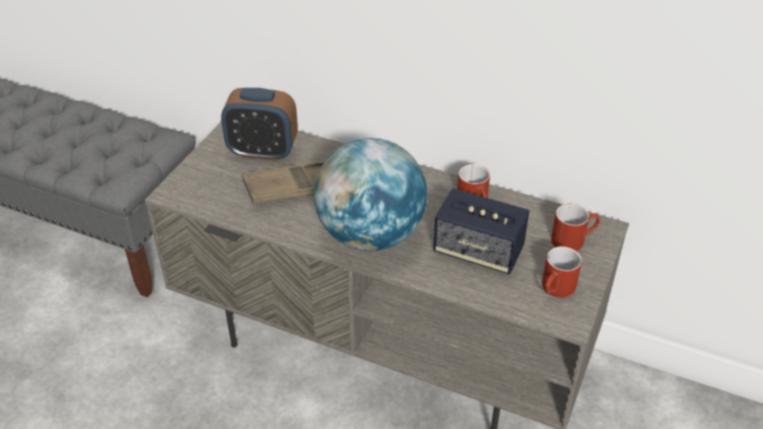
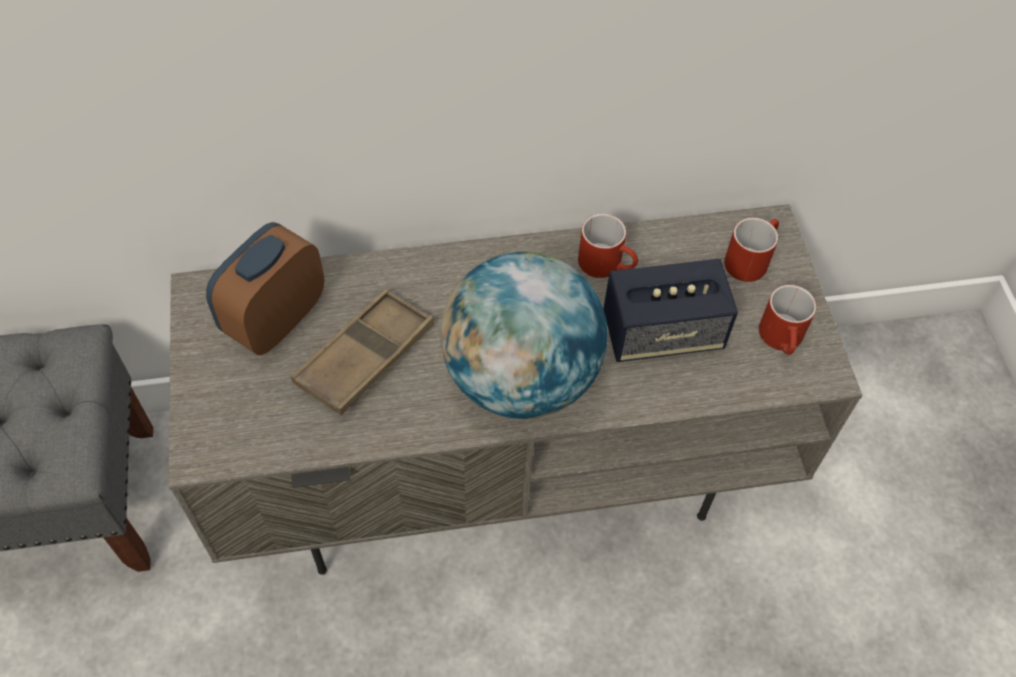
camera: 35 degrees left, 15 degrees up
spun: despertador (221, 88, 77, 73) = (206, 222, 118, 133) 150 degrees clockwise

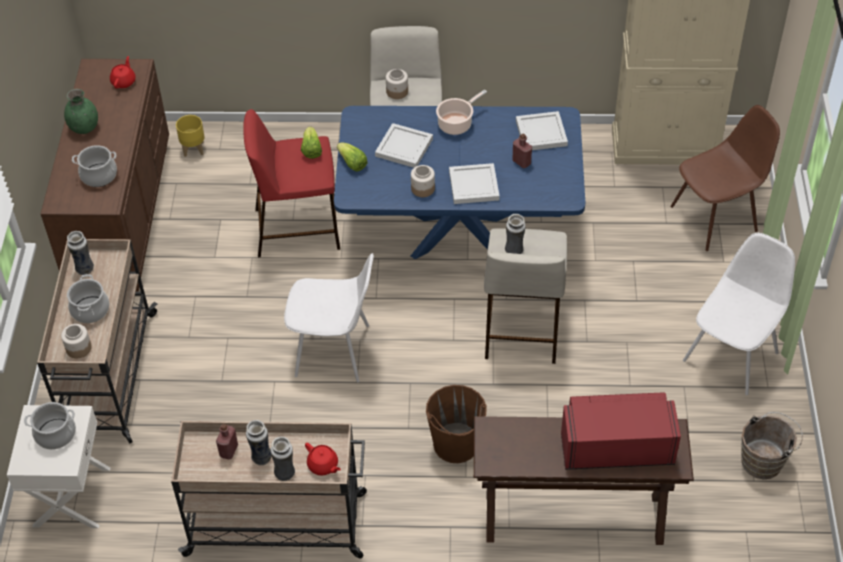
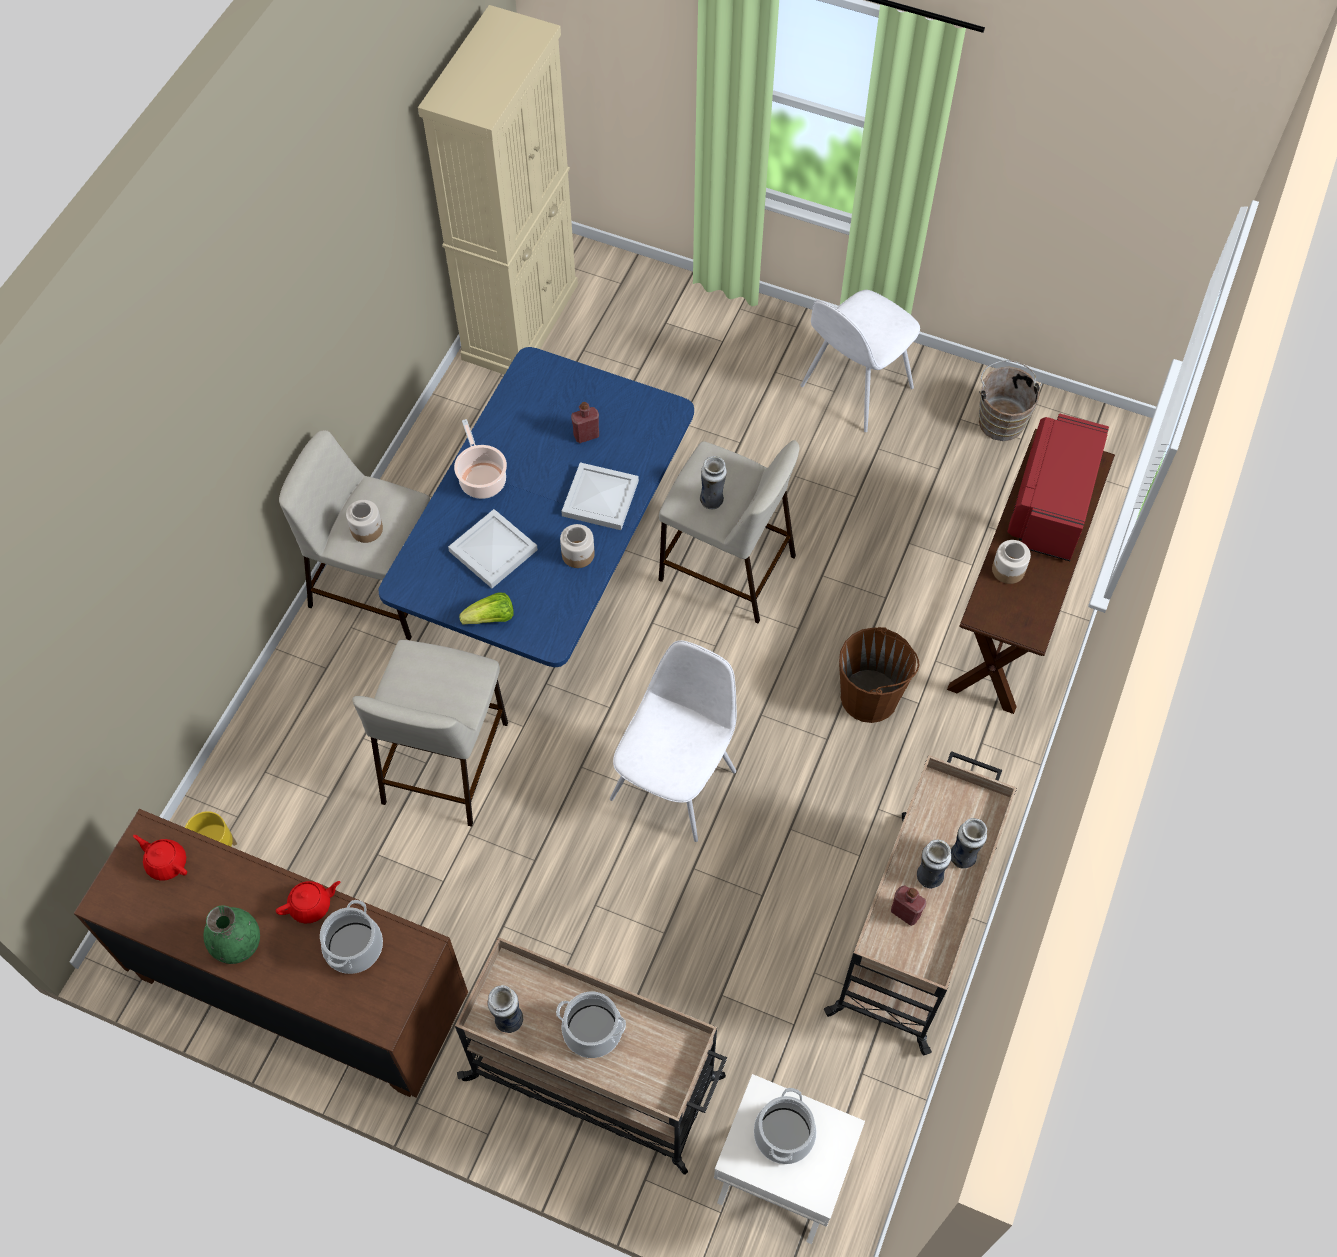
camera: 70 degrees left, 10 degrees up
missing: lechuga (301, 127, 21, 32); bandeja (blanco) (516, 111, 52, 39); silla (marrón) (671, 105, 109, 146)
relocated: tarro (61, 324, 31, 35) to (992, 540, 39, 44); tetera (rojo) (305, 443, 36, 33) to (276, 881, 64, 42)
colour: taburete (rojo) (243, 109, 97, 148) to taburete (beis) (353, 640, 155, 187)
spun: silla (blanco) (683, 233, 112, 162) = (800, 290, 120, 142) 105 degrees counterclockwise

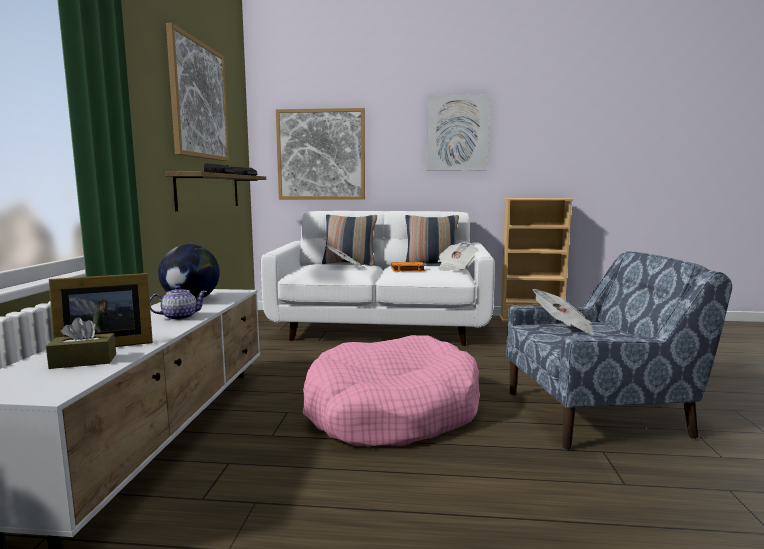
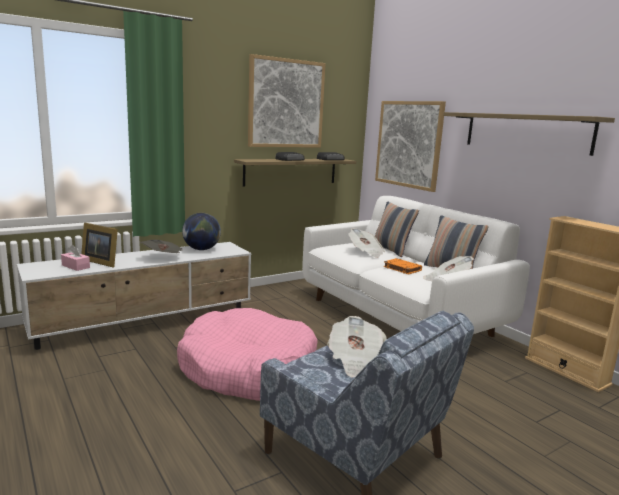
camera: 50 degrees right, 5 degrees up
exchanged: tetera (150, 286, 58, 34) to periódico (140, 240, 43, 13); cuadro (427, 94, 63, 76) to estante (443, 112, 172, 44)
colour: caja de pañuelos (marrón) (46, 317, 70, 52) to caja de pañuelos (rosa) (61, 245, 29, 26)

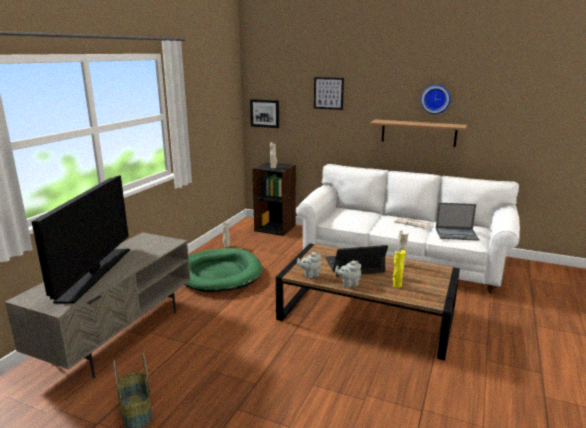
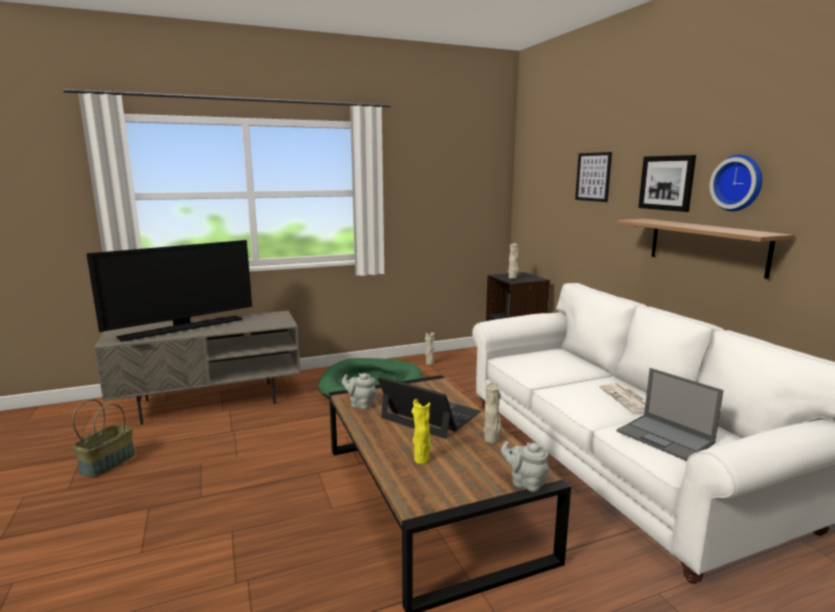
camera: 45 degrees right, 5 degrees down
relocated: cuadro (250, 99, 29, 29) to (638, 155, 58, 57); tetera (gris) (335, 261, 26, 26) to (501, 441, 48, 51)

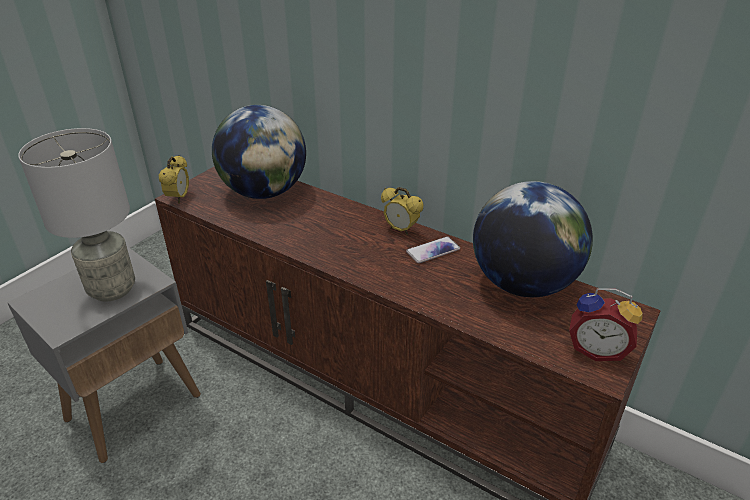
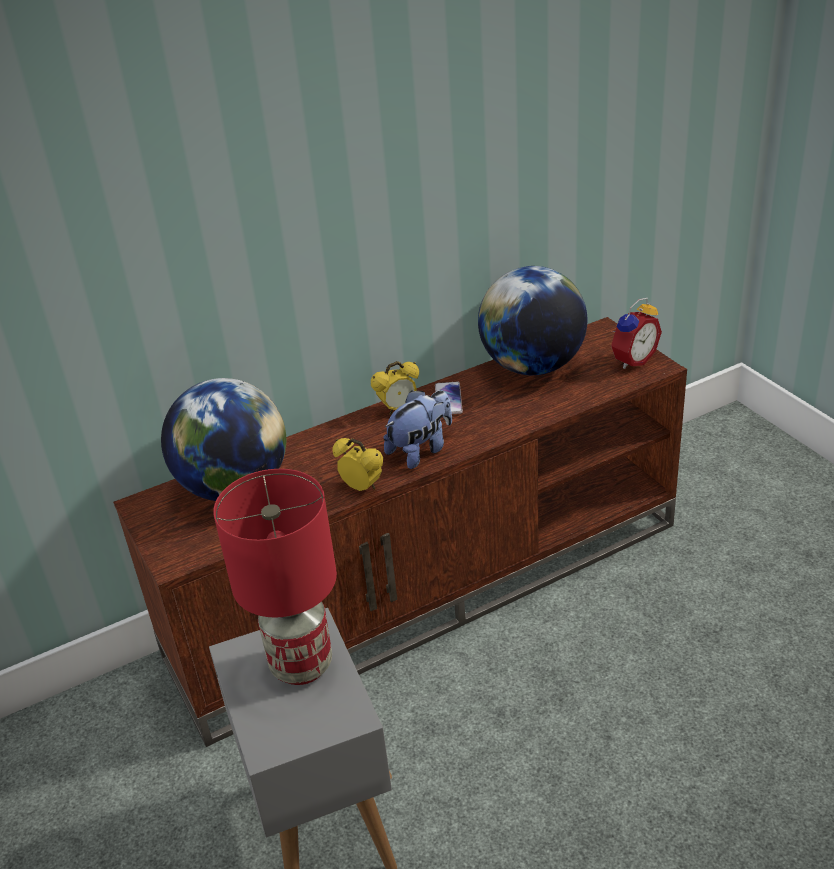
camera: 60 degrees left, 0 degrees up
appeared: peluche (383, 390, 69, 79)
relocated: despertador (158, 155, 31, 48) to (332, 438, 51, 53)
colour: lámpara de mesa (gris) (18, 128, 117, 174) to lámpara de mesa (rojo) (213, 469, 124, 216)

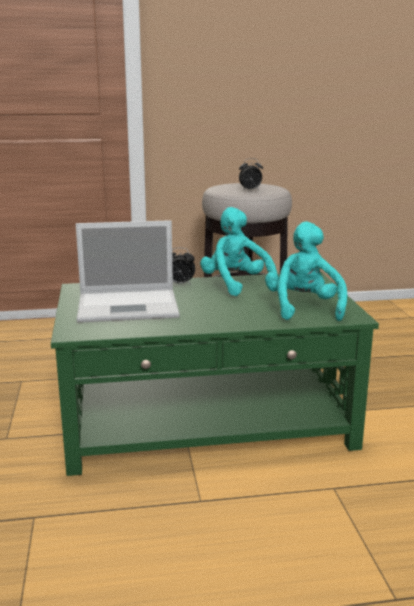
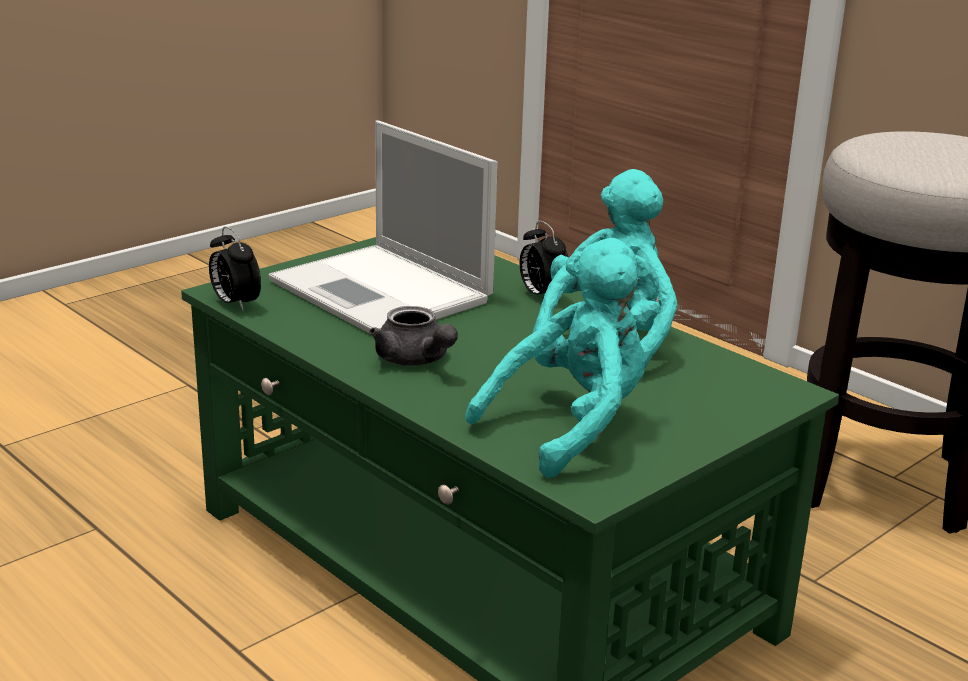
camera: 55 degrees right, 5 degrees up
appeared: tetera (gris) (369, 306, 89, 60)
relocated: despertador (239, 158, 24, 32) to (209, 226, 52, 86)

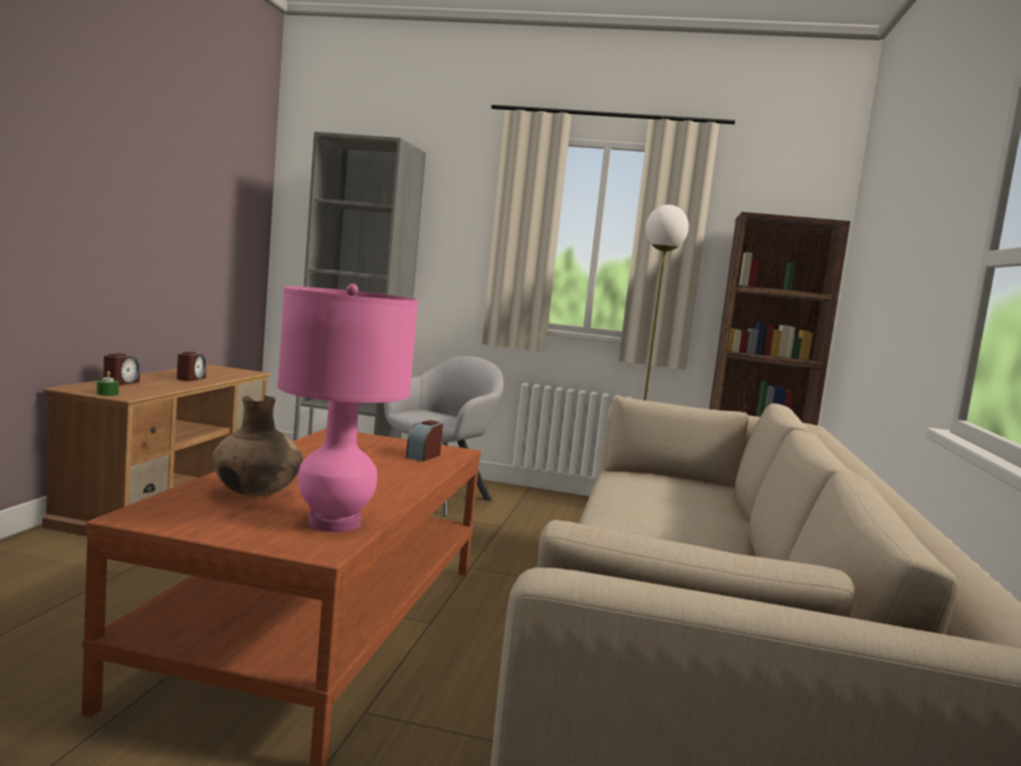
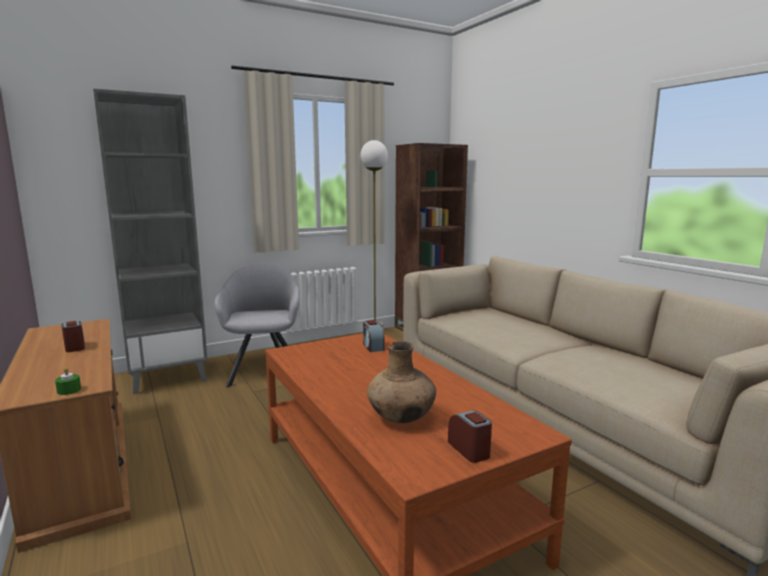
camera: 40 degrees left, 5 degrees up
missing: lámpara de mesa (rosa) (277, 284, 141, 248)
relocated: despertador (103, 353, 37, 32) to (448, 410, 44, 53)

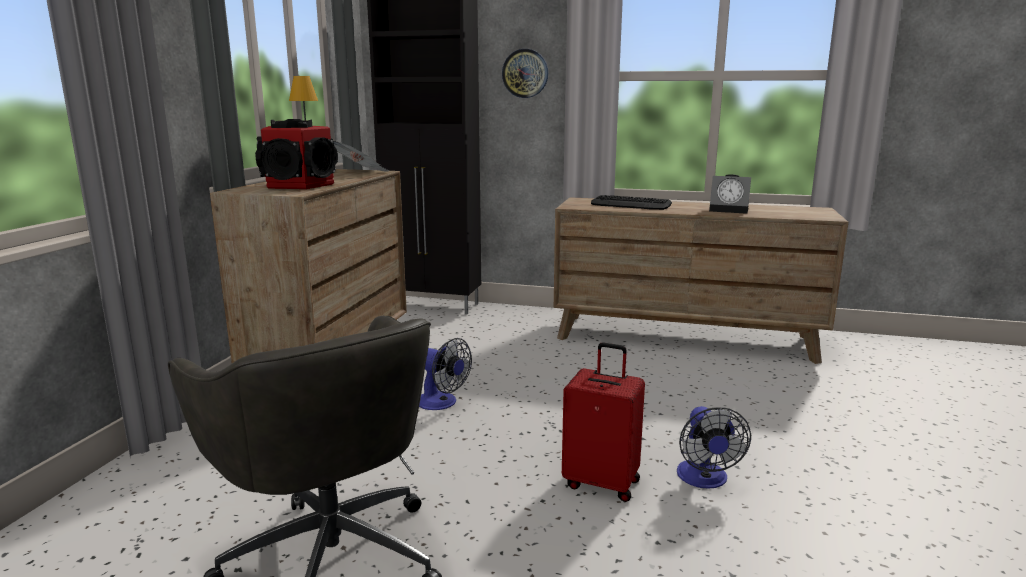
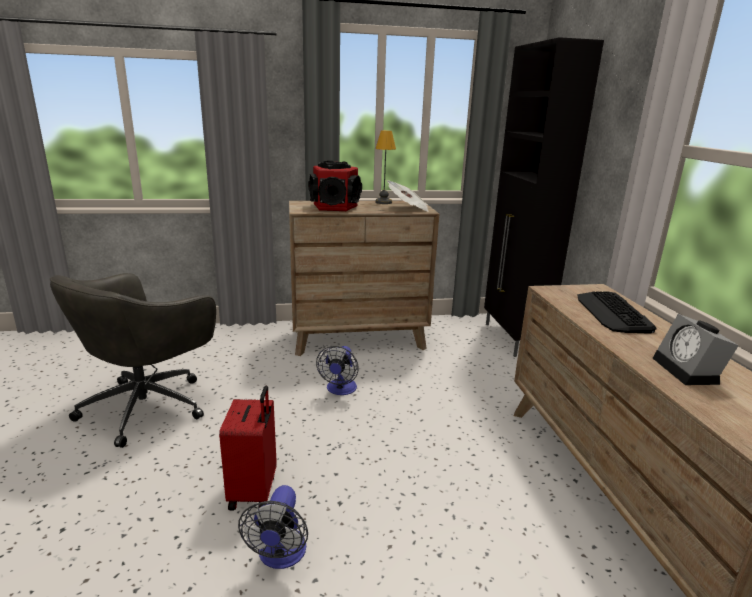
camera: 65 degrees right, 5 degrees up
missing: reloj de pared (502, 49, 46, 49)
spun: ventilador (677, 406, 74, 83) = (238, 485, 70, 84) 60 degrees counterclockwise

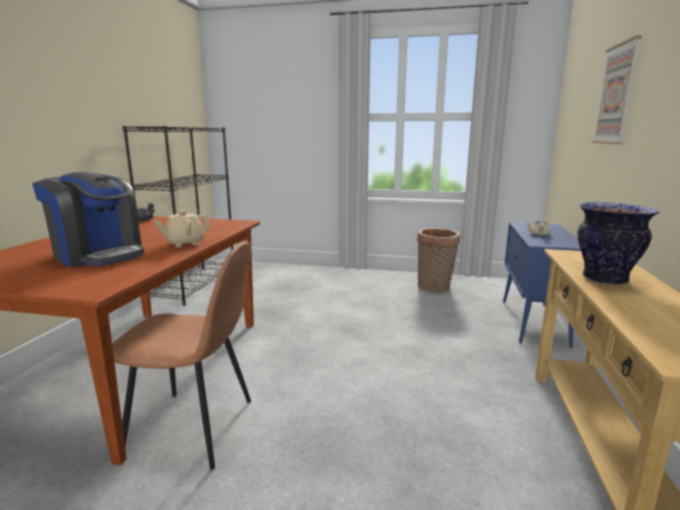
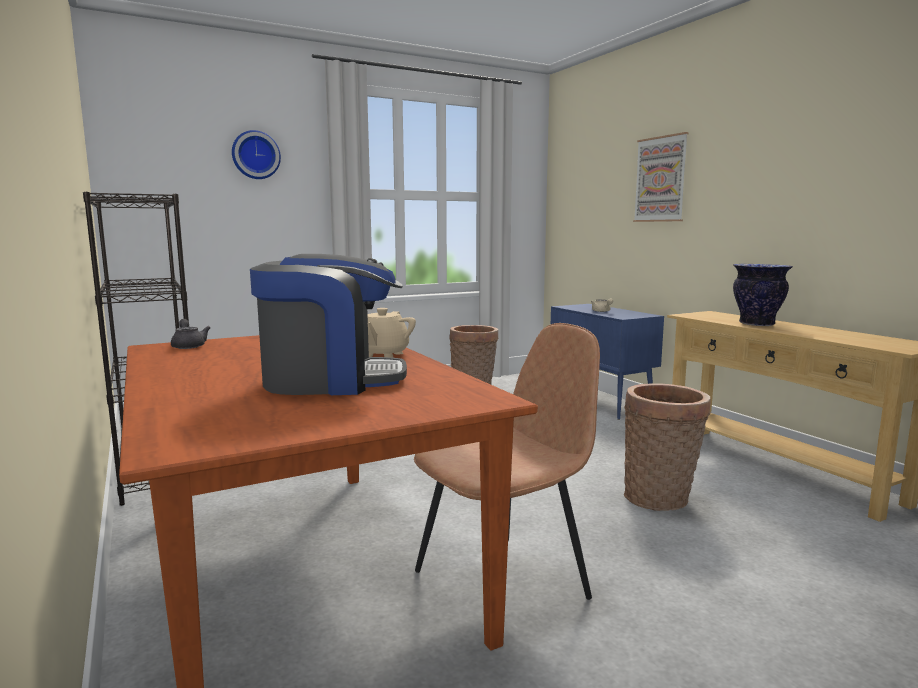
camera: 40 degrees left, 5 degrees down
appeared: reloj de pared (232, 130, 49, 49); cesta (624, 383, 87, 128)

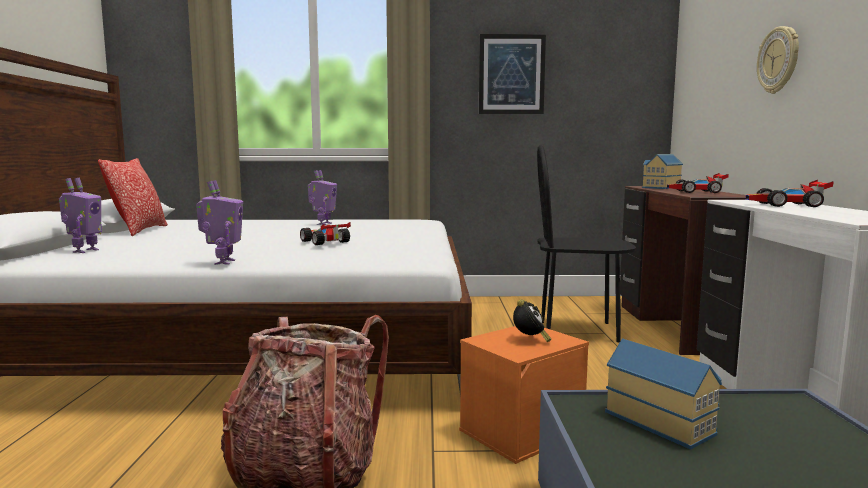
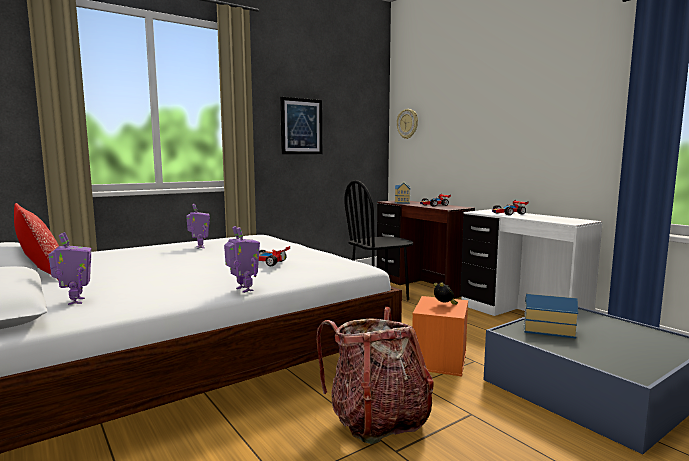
camera: 35 degrees left, 0 degrees up
relocated: reloj de pared (757, 26, 42, 68) to (397, 109, 21, 30)

